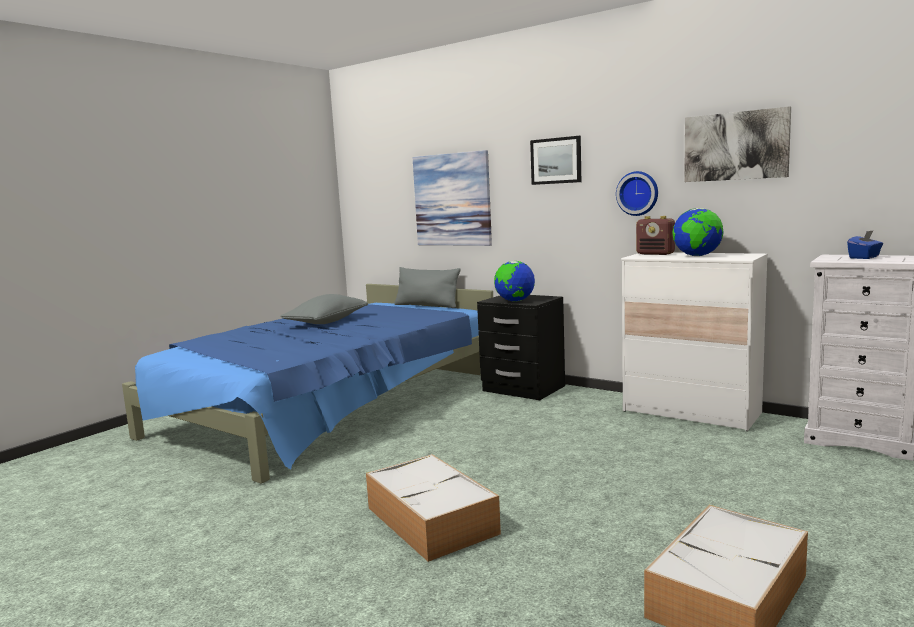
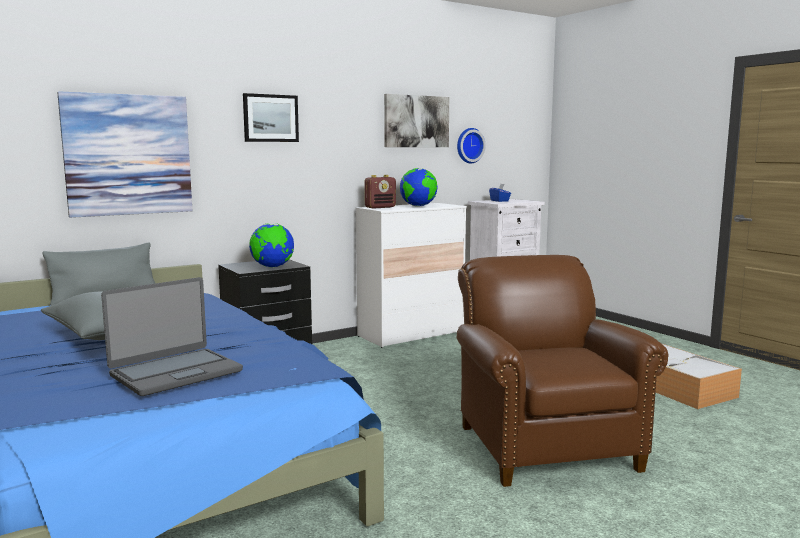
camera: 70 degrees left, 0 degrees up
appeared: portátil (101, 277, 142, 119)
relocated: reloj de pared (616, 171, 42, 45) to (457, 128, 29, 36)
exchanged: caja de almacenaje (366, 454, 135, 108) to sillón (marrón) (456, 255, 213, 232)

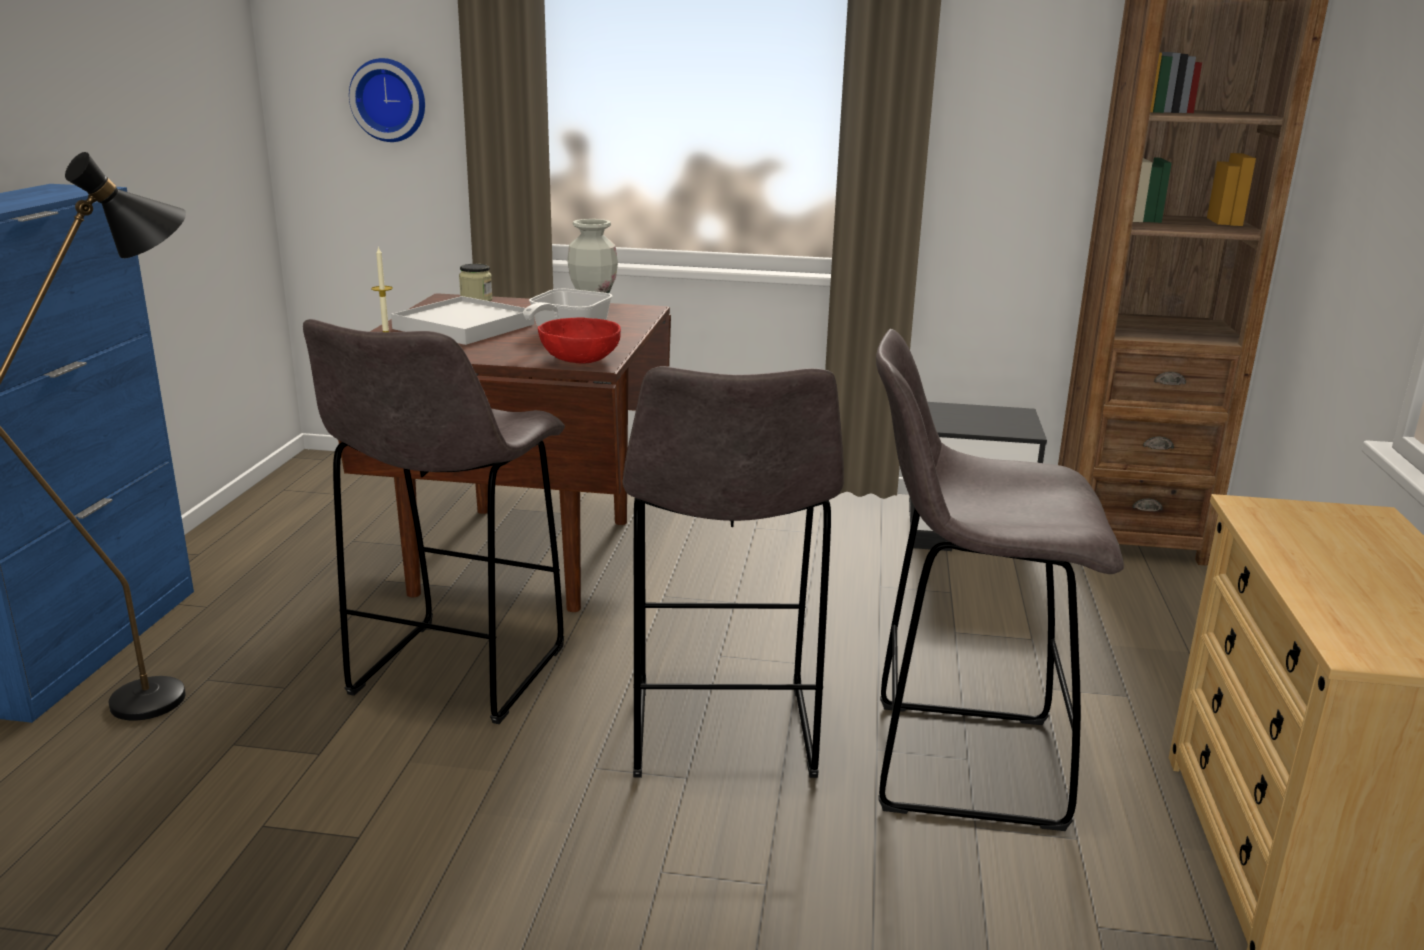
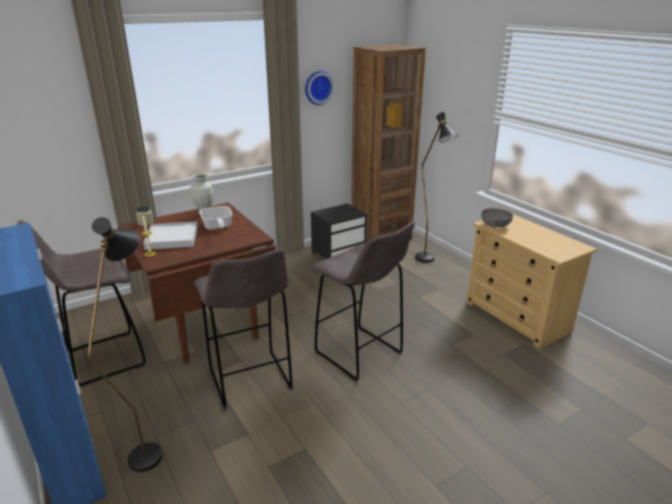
camera: 40 degrees left, 5 degrees up
missing: cuenco (rojo) (538, 317, 83, 46)
appeared: lámpara de pie (negro) (415, 112, 44, 151); cuenco (gris) (481, 208, 32, 19)
relocated: reloj de pared (349, 58, 76, 84) to (305, 71, 29, 34); taburete (gris) (876, 329, 248, 502) to (17, 220, 129, 167)

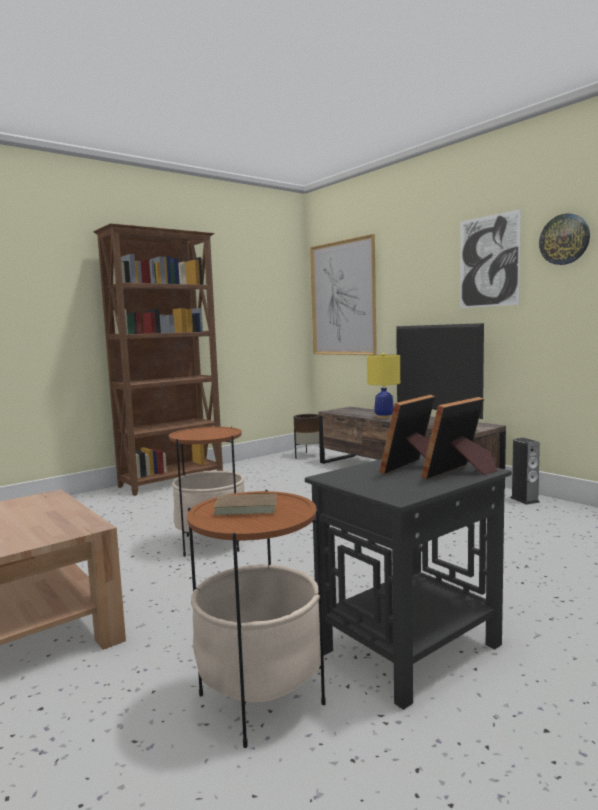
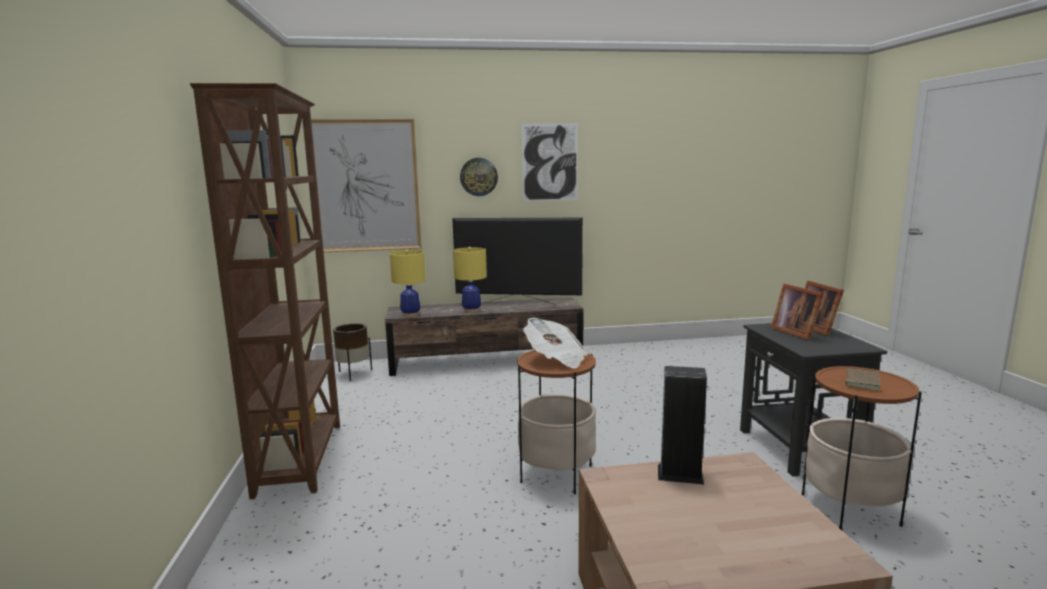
camera: 60 degrees left, 5 degrees up
appeared: lámpara de mesa (amarillo) (390, 250, 36, 67); periódico (523, 318, 65, 51)
relocated: altavoz (510, 438, 30, 67) to (658, 366, 49, 118); reloj de pared (539, 214, 51, 51) to (460, 158, 38, 38)

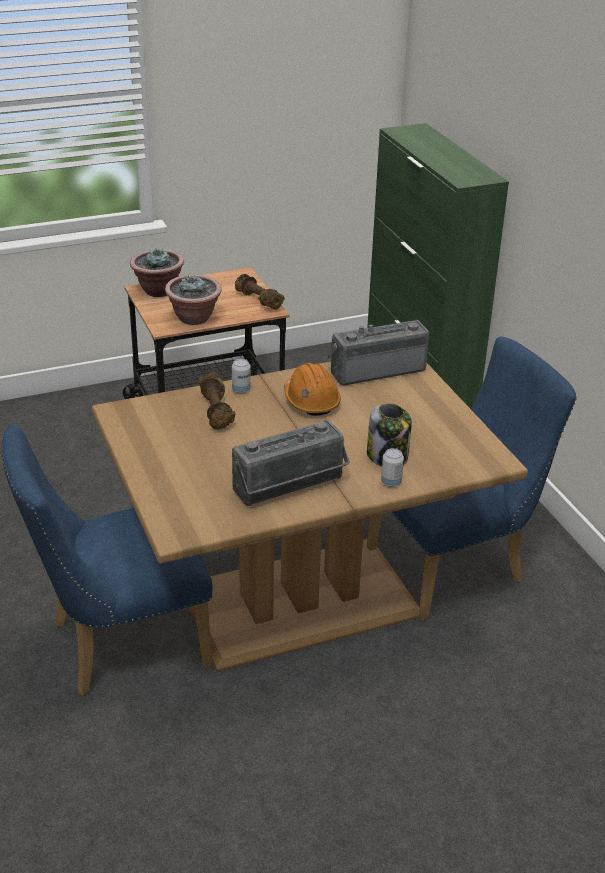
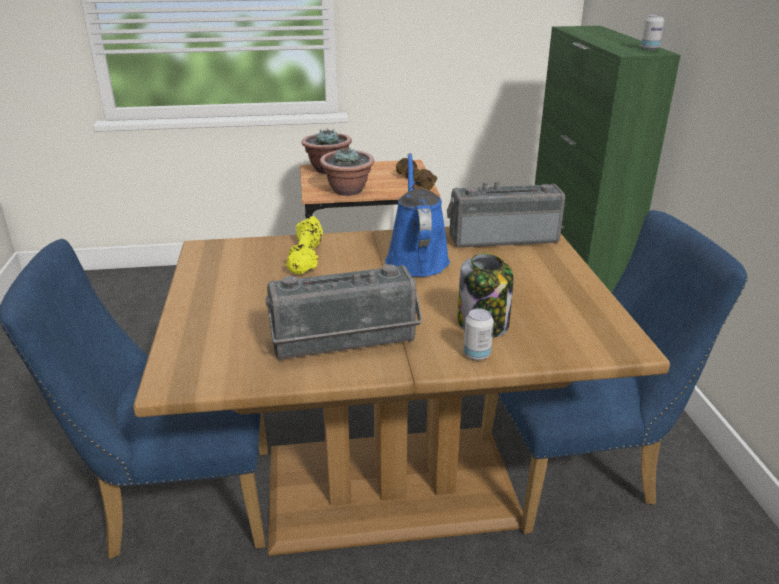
camera: 15 degrees right, 5 degrees down
relocated: lata (232, 359, 19, 35) to (641, 15, 23, 35)
exchanged: casco (naranja) (284, 363, 57, 53) to regadera (azul) (385, 153, 65, 124)
colour: mancuerna (marrón) (198, 372, 37, 57) to mancuerna (amarillo) (286, 216, 37, 58)

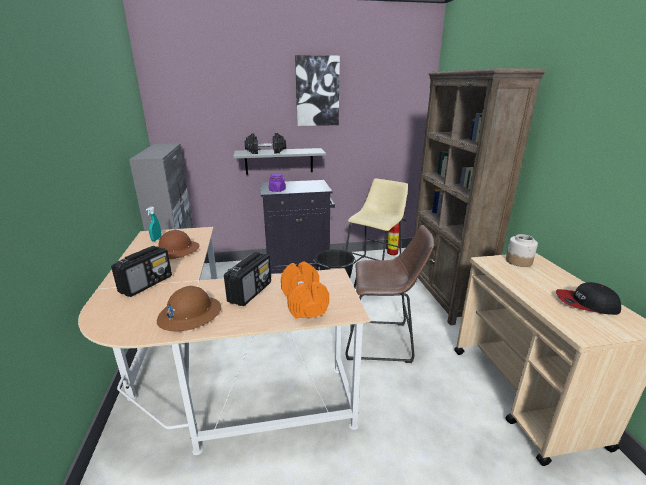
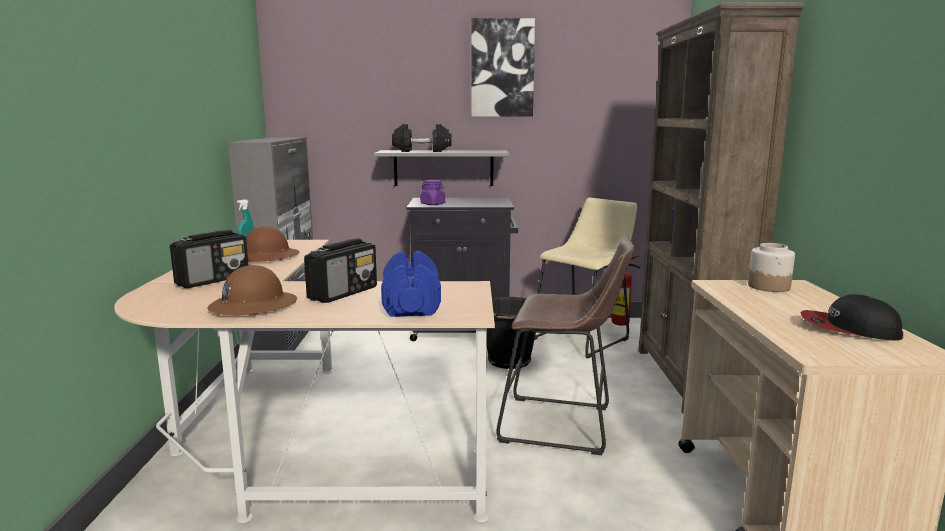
camera: 10 degrees right, 10 degrees down
colour: mancuerna (naranja) (281, 262, 48, 57) to mancuerna (azul) (381, 251, 60, 66)

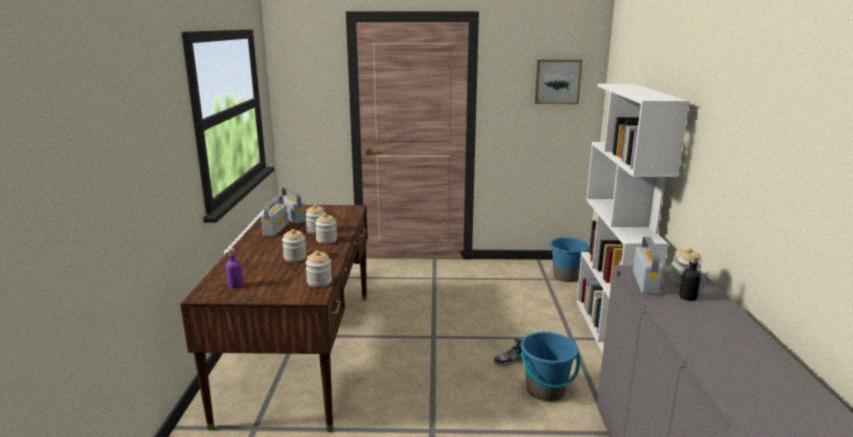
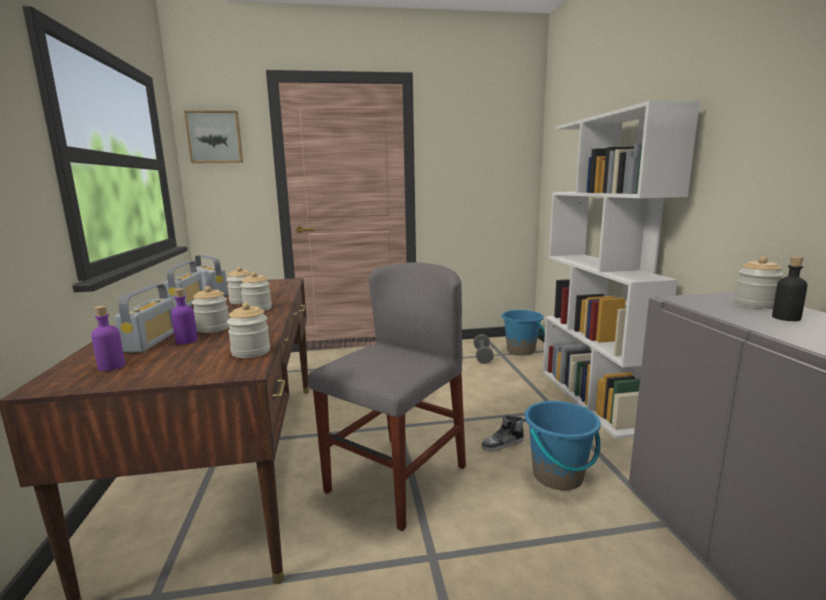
camera: 10 degrees left, 5 degrees down
appeared: botella (morado) (171, 288, 27, 56); silla (gris) (308, 262, 158, 269); mancuerna (gris) (473, 334, 21, 30)
relocated: cuadro (535, 60, 47, 44) to (184, 111, 59, 52); radio (633, 237, 31, 58) to (115, 284, 59, 69)

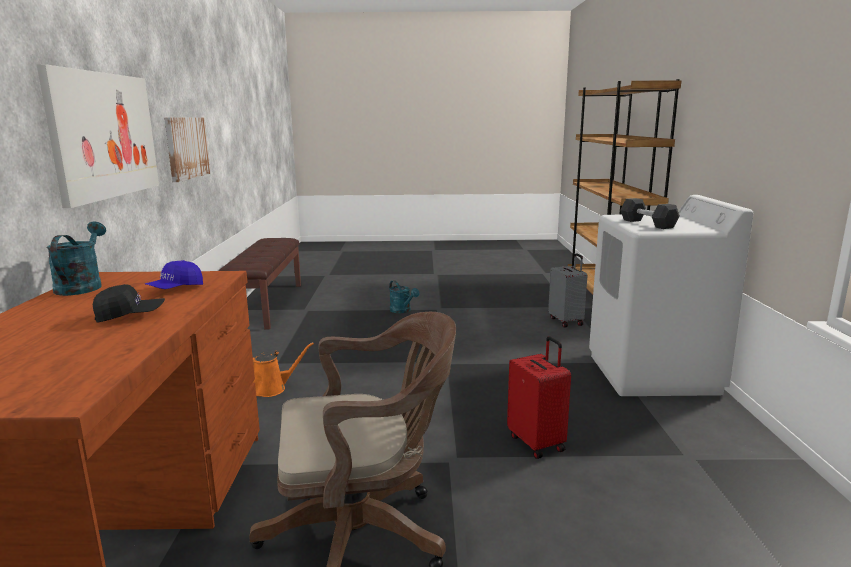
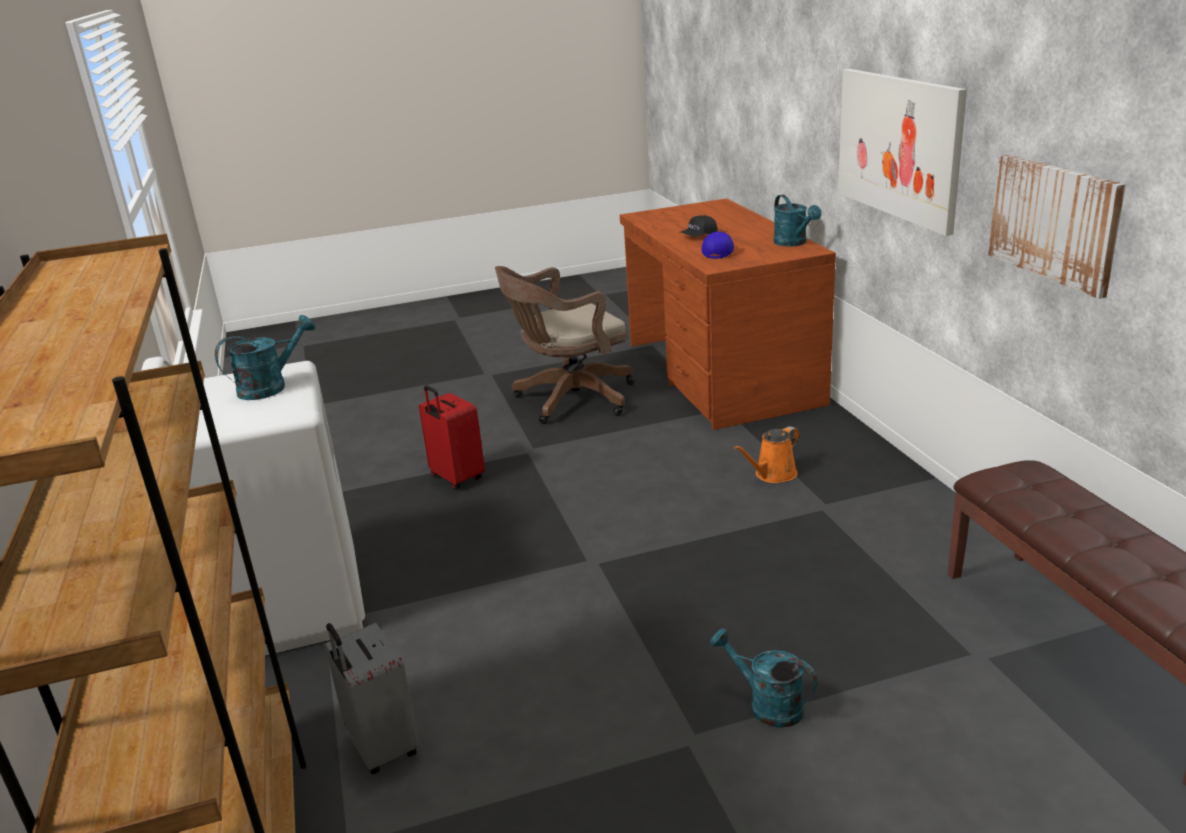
camera: 165 degrees right, 10 degrees up
exchanged: mancuerna (gris) (620, 198, 60, 31) to regadera (turquesa) (215, 315, 100, 85)

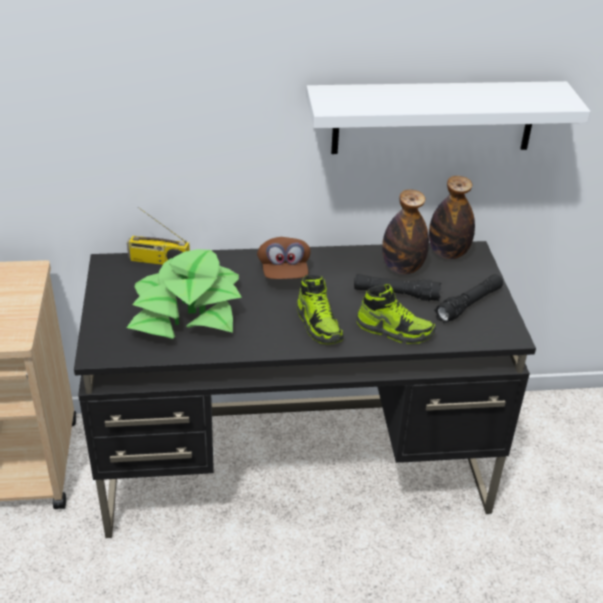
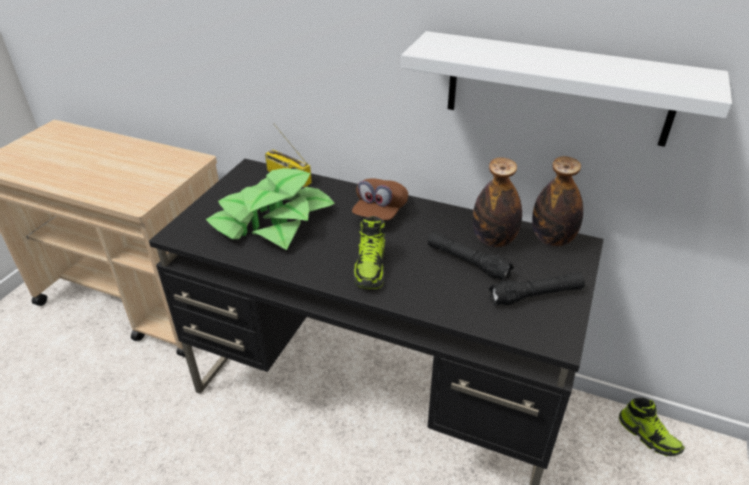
camera: 30 degrees right, 0 degrees up
relocated: zapato (356, 284, 80, 60) to (619, 398, 66, 58)

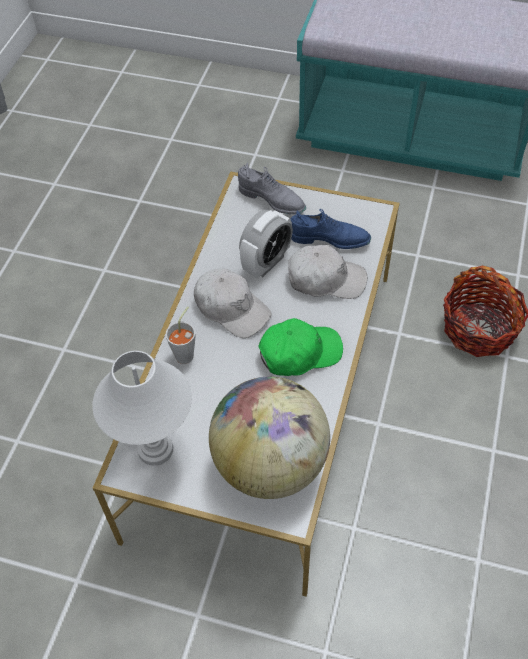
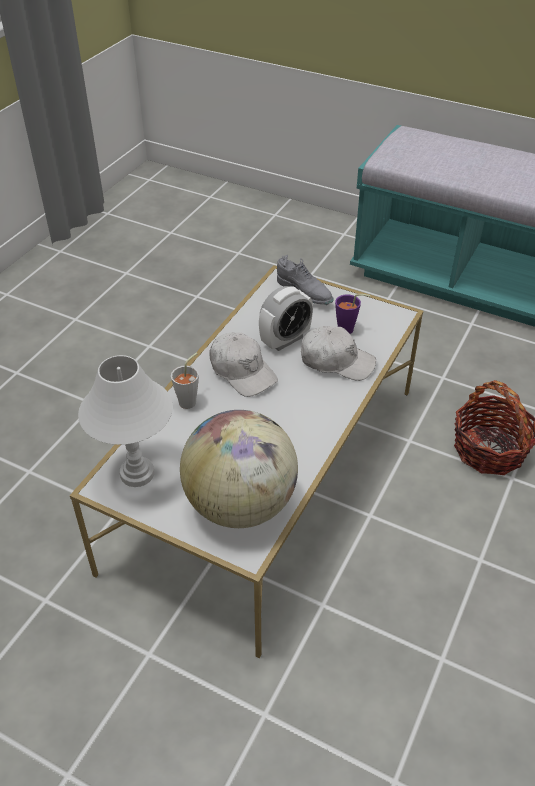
camera: 10 degrees right, 10 degrees down
missing: gorra (verde) (258, 318, 85, 58)
exchanged: zapato (azul) (290, 209, 81, 40) to taza (morado) (335, 294, 36, 40)

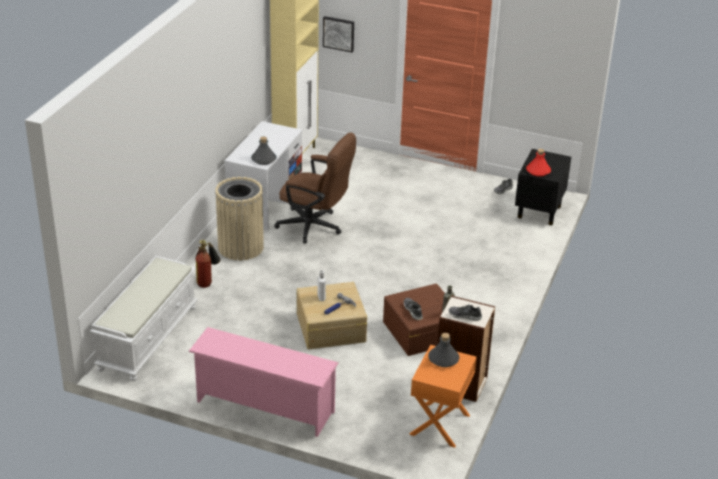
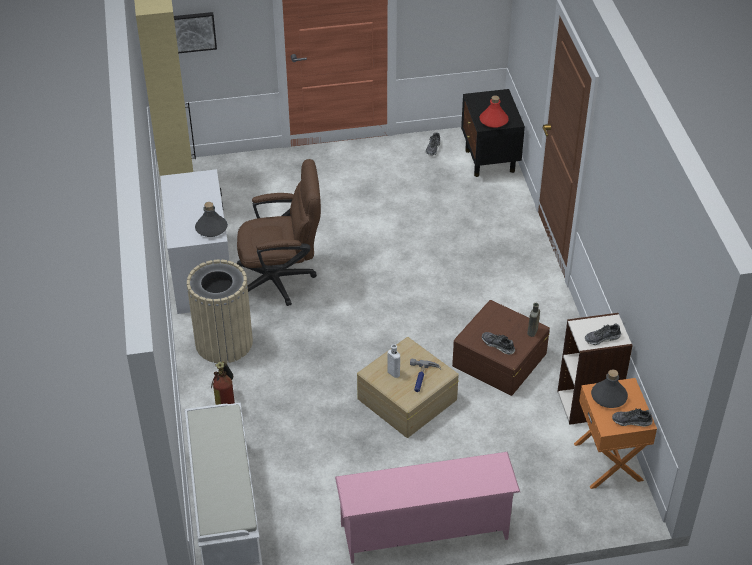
camera: 30 degrees left, 10 degrees up
appeared: zapato (612, 408, 41, 19)

